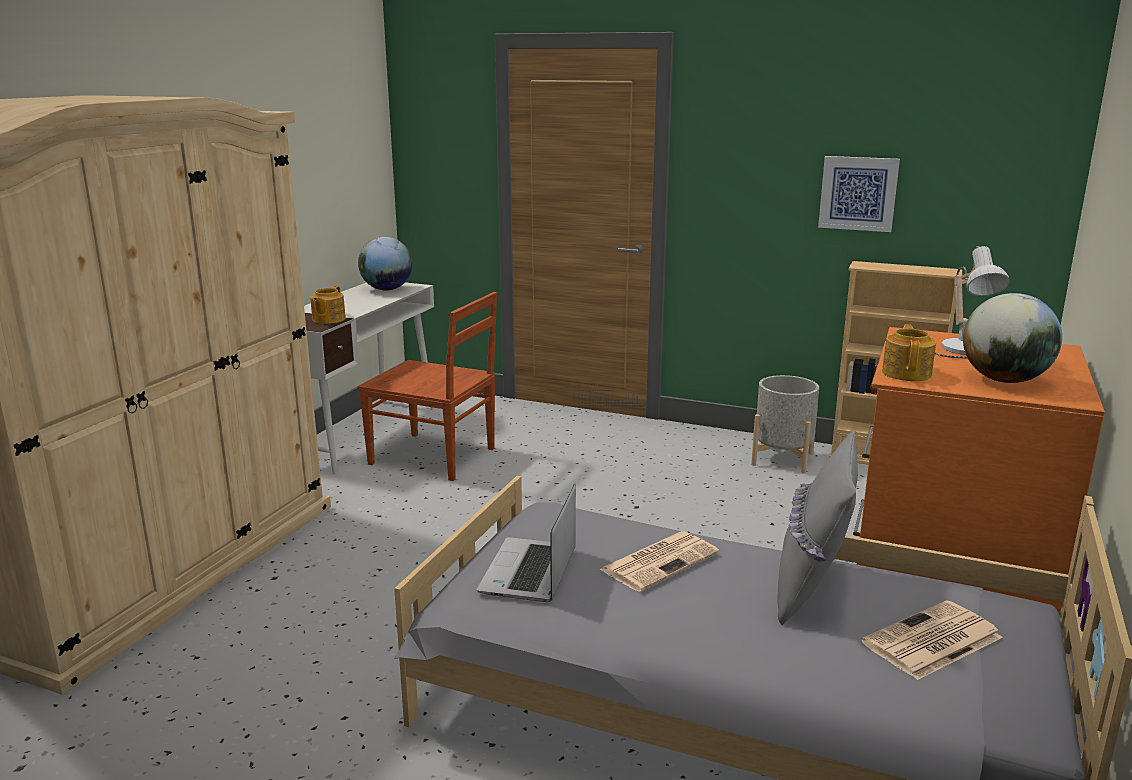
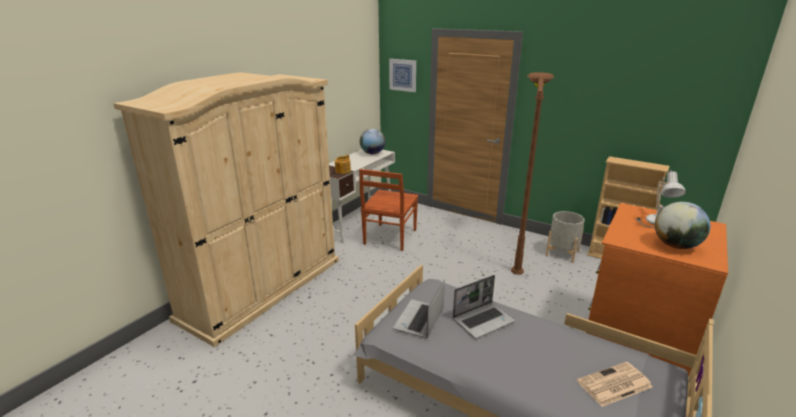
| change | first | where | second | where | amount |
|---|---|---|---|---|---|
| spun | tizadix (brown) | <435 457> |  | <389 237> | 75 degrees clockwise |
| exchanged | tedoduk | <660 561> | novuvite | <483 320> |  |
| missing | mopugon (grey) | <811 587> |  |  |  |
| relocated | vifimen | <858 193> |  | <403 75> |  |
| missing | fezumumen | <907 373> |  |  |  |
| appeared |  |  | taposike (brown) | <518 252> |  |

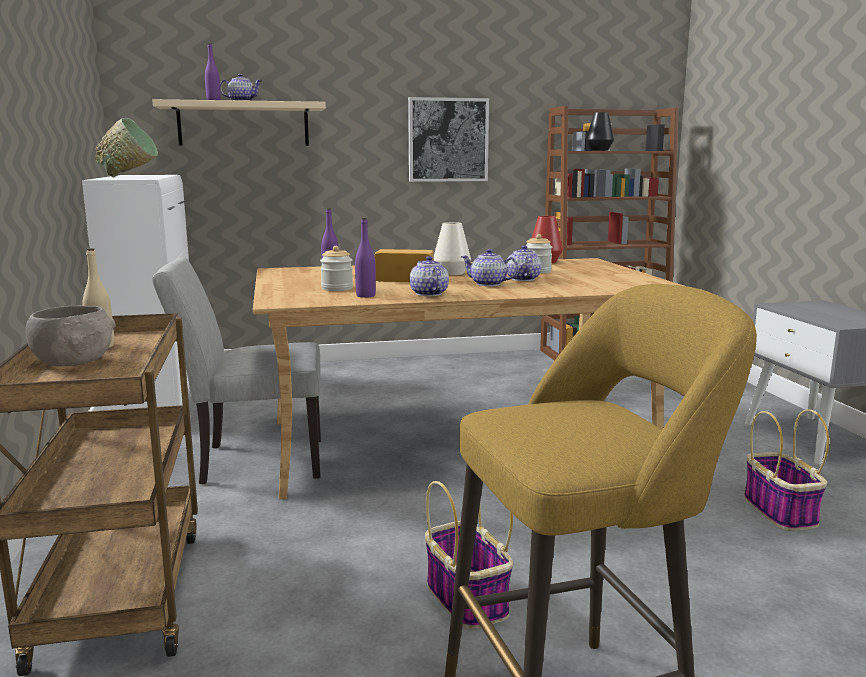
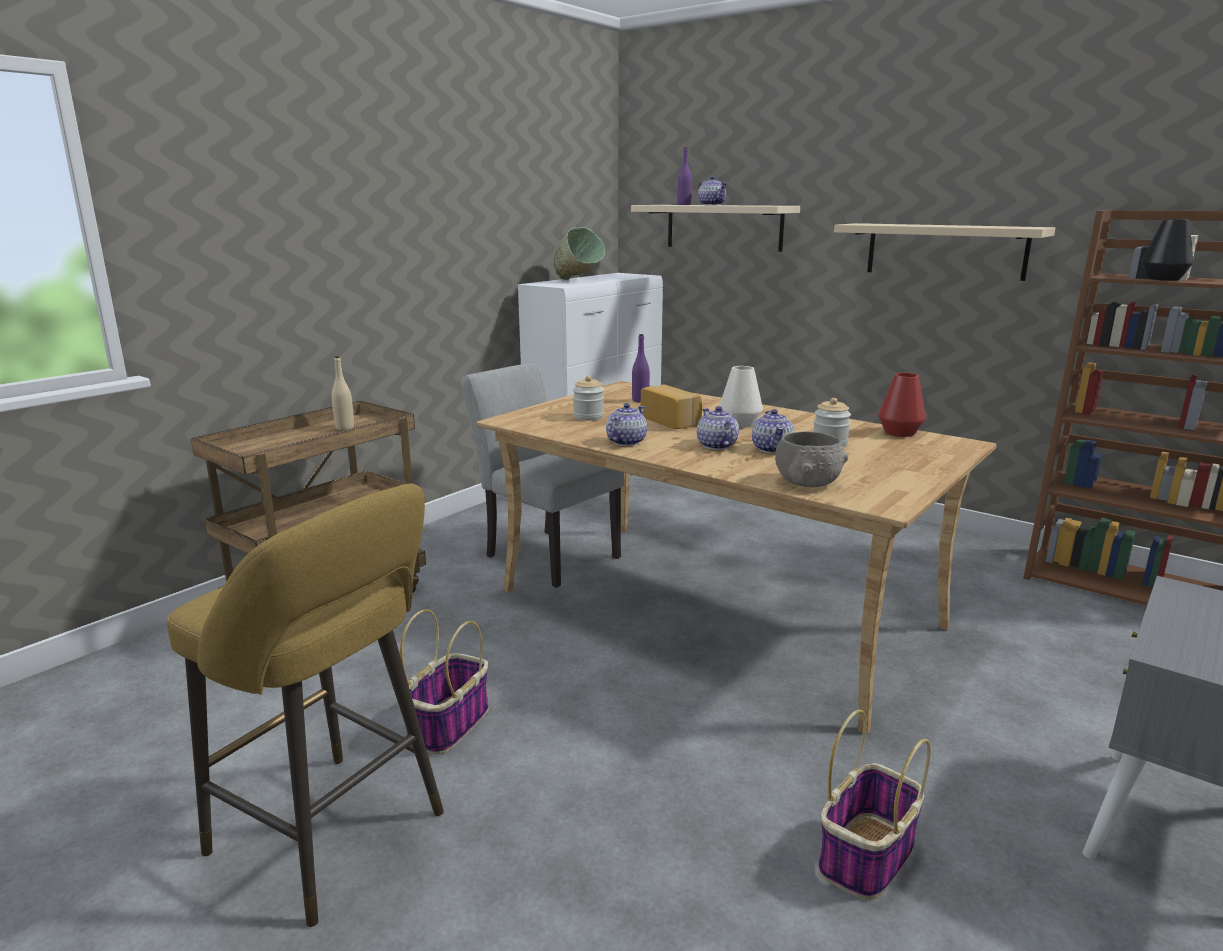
| change | first | where | second | where | amount |
|---|---|---|---|---|---|
| relocated | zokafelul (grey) | <74 362> |  | <808 482> |  |
| missing | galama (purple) | <365 296> |  |  |  |
| exchanged | vifimen | <448 140> | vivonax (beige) | <945 250> |  |
| spun | fezumumen | <522 279> |  | <772 449> | 135 degrees clockwise |

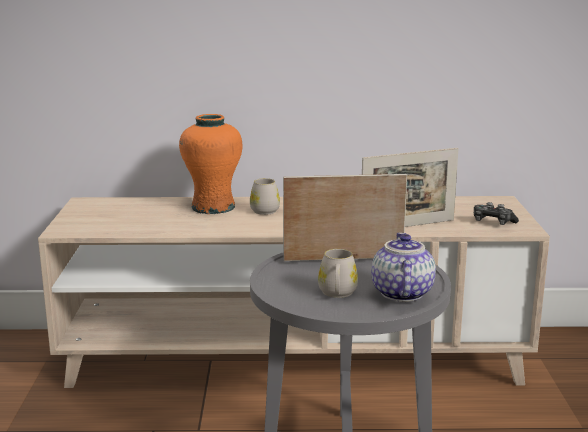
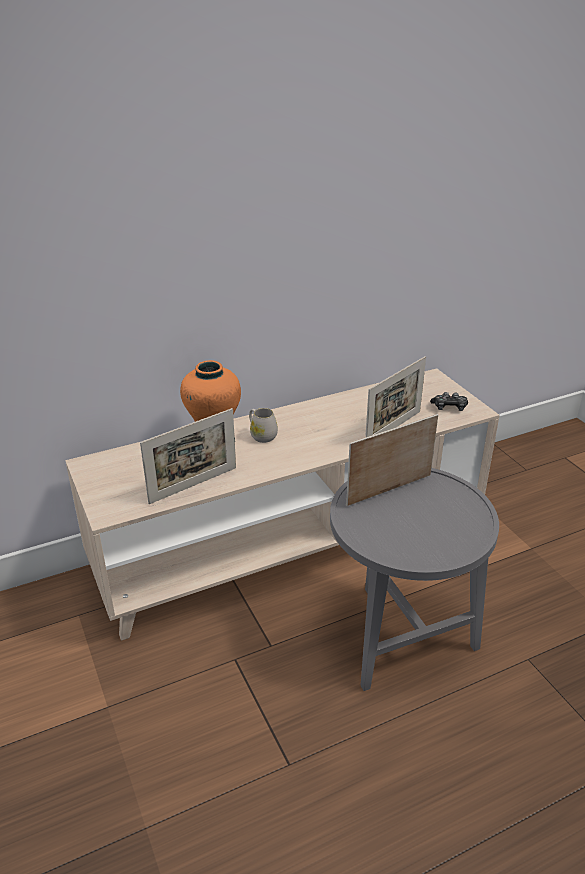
| change | first | where | second | where | amount |
|---|---|---|---|---|---|
| missing | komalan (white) | <337 294> |  |  |  |
| missing | fezumumen | <400 293> |  |  |  |
| appeared |  |  | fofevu | <193 485> |  |

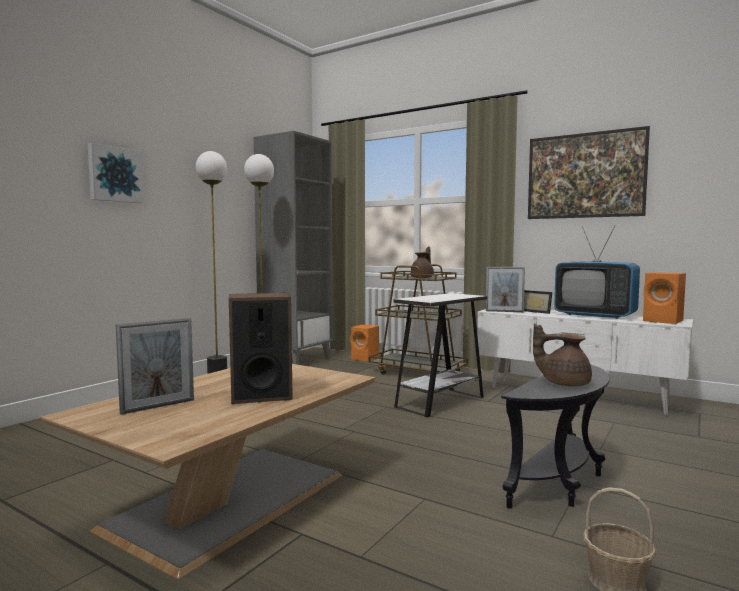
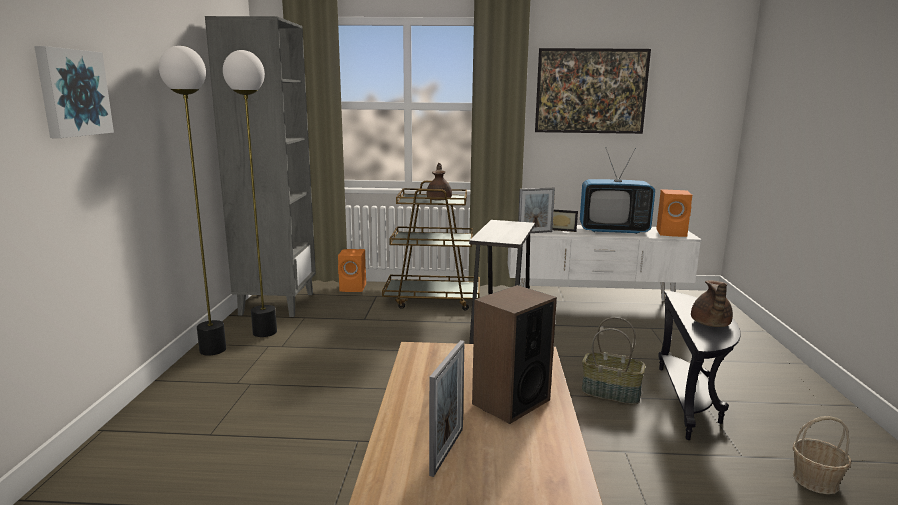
| change | first | where | second | where | amount |
|---|---|---|---|---|---|
| spun | fezumumen (brown) | <563 383> |  | <710 324> | 60 degrees counterclockwise |
| appeared |  |  | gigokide | <611 393> |  |

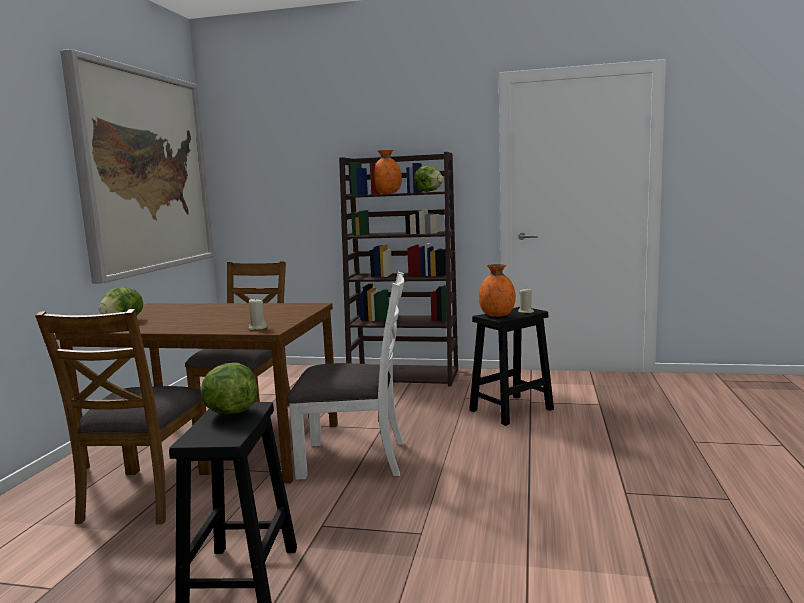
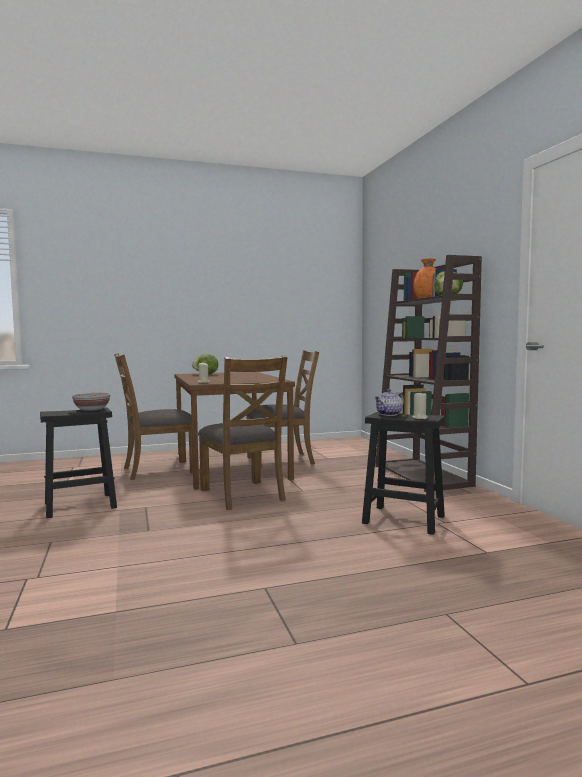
| change | first | where | second | where | amount |
|---|---|---|---|---|---|
| missing | vifimen | <145 172> |  |  |  |
| exchanged | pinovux | <230 412> | zokafelul | <91 409> |  |
| colour | tizadix (white) | <354 458> | tizadix (brown) | <243 495> |  |
| exchanged | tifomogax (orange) | <497 315> | fezumumen | <389 414> |  |

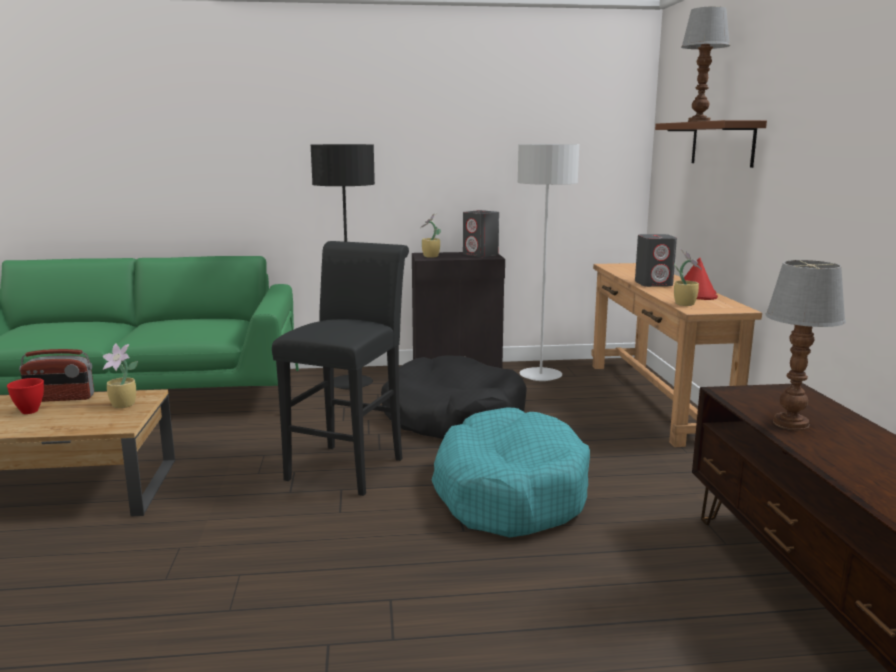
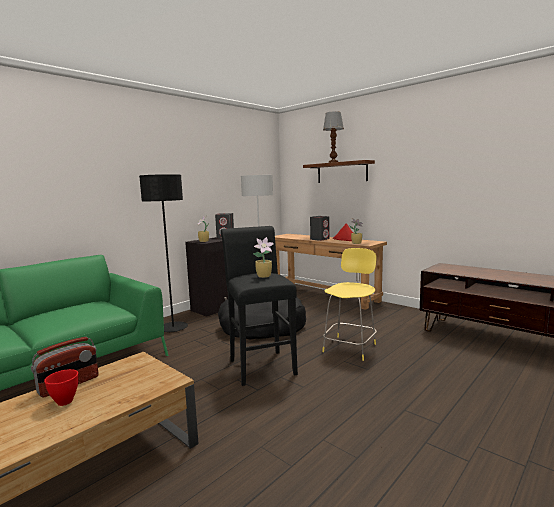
| change | first | where | second | where | amount |
|---|---|---|---|---|---|
| relocated | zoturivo | <124 405> |  | <264 276> |  |
| exchanged | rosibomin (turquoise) | <509 492> | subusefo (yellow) | <350 347> |  |
| missing | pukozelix | <791 423> |  |  |  |

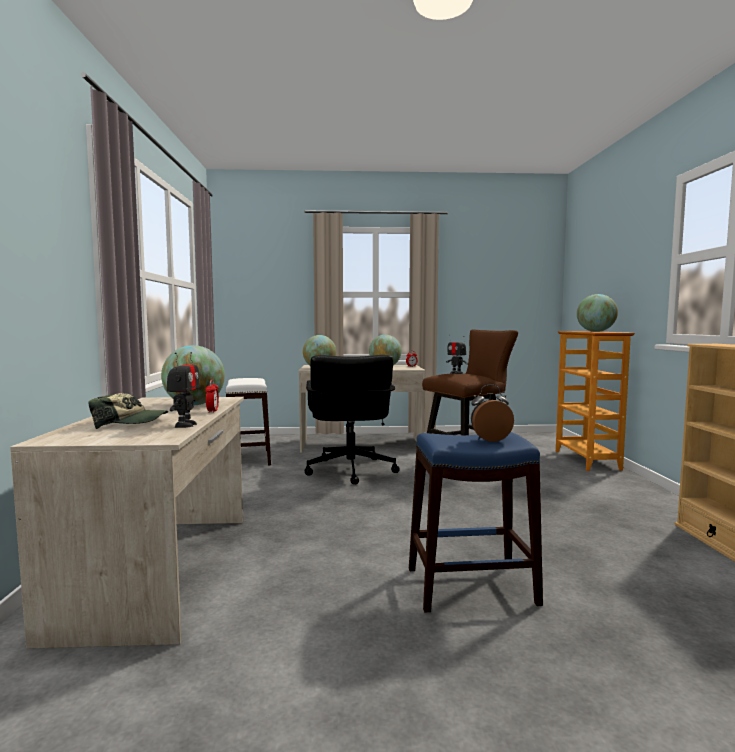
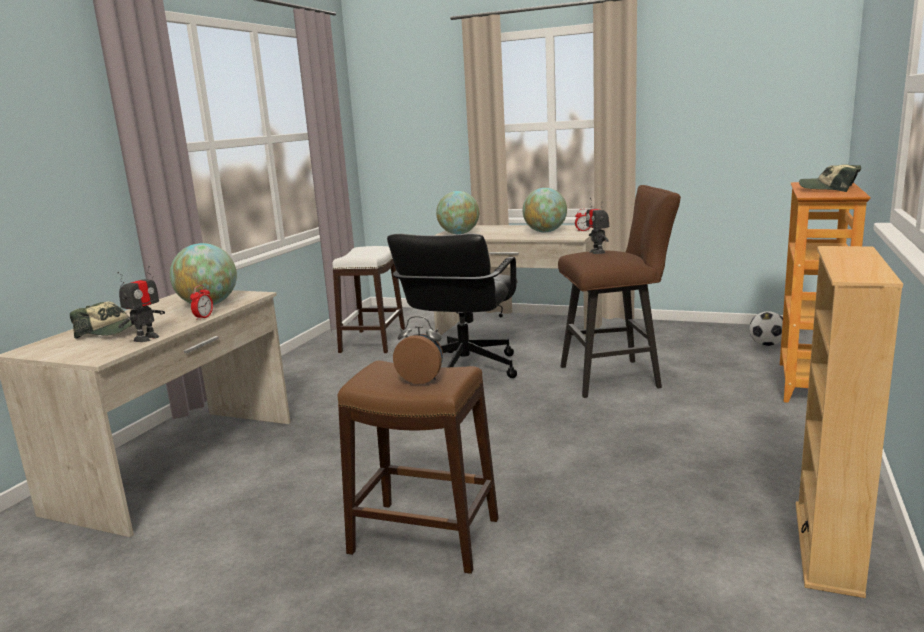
| change | first | where | second | where | amount |
|---|---|---|---|---|---|
| colour | subusefo (blue) | <471 586> | subusefo (brown) | <424 536> |  |
| exchanged | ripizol | <596 331> | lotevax | <829 189> |  |
| appeared |  |  | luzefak | <766 344> |  |

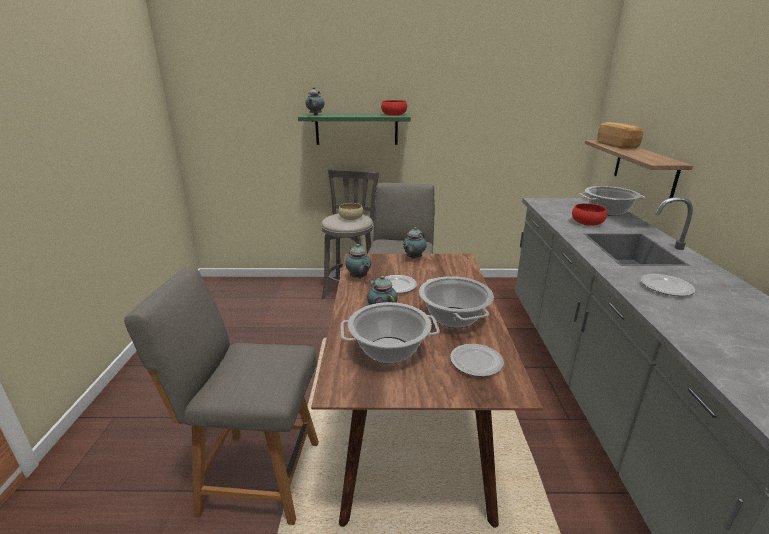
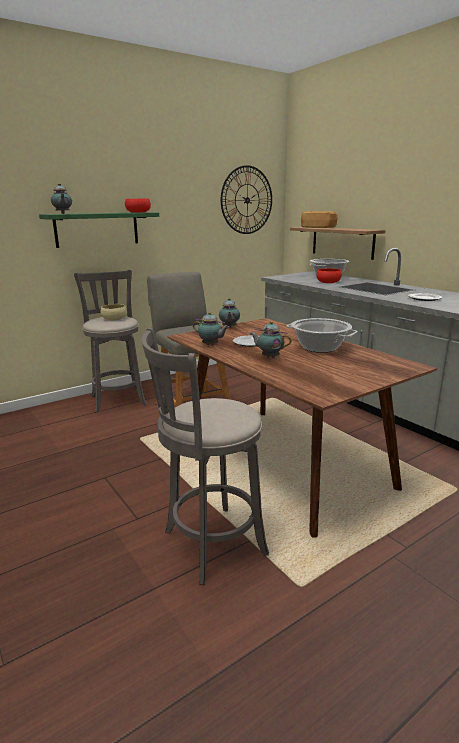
| change | first | where | second | where | amount |
|---|---|---|---|---|---|
| exchanged | tizadix (grey) | <256 475> | subusefo (grey) | <209 545> |  |
| missing | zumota | <389 350> |  |  |  |
| missing | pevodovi | <475 362> |  |  |  |
| appeared |  |  | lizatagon | <247 200> |  |

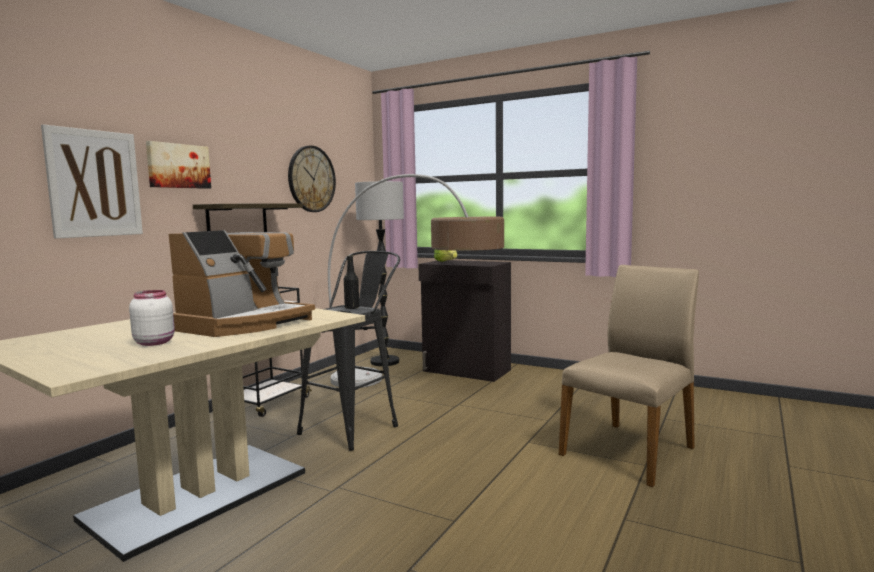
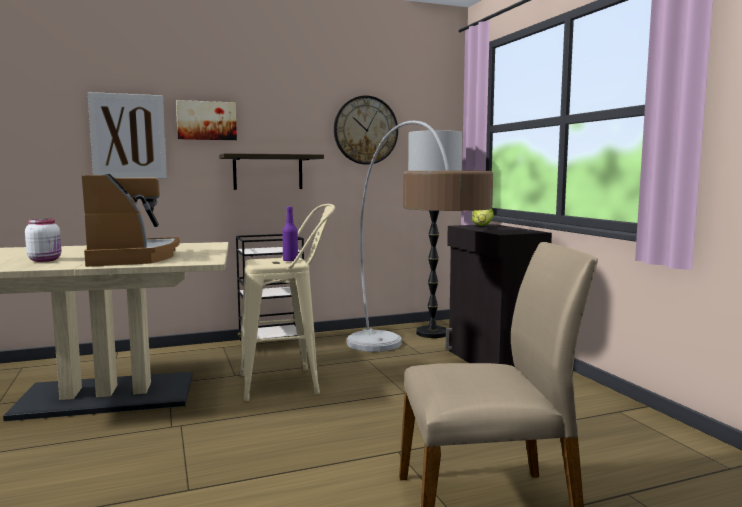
| change | first | where | second | where | amount |
|---|---|---|---|---|---|
| spun | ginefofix | <244 324> |  | <133 257> | 90 degrees counterclockwise |
| colour | subusefo (black) | <356 427> | subusefo (beige) | <289 383> |  |
| colour | galama (black) | <352 308> | galama (purple) | <290 260> |  |

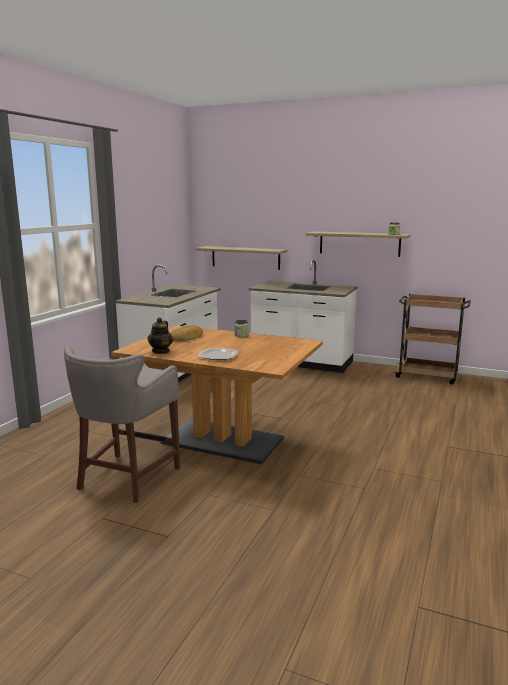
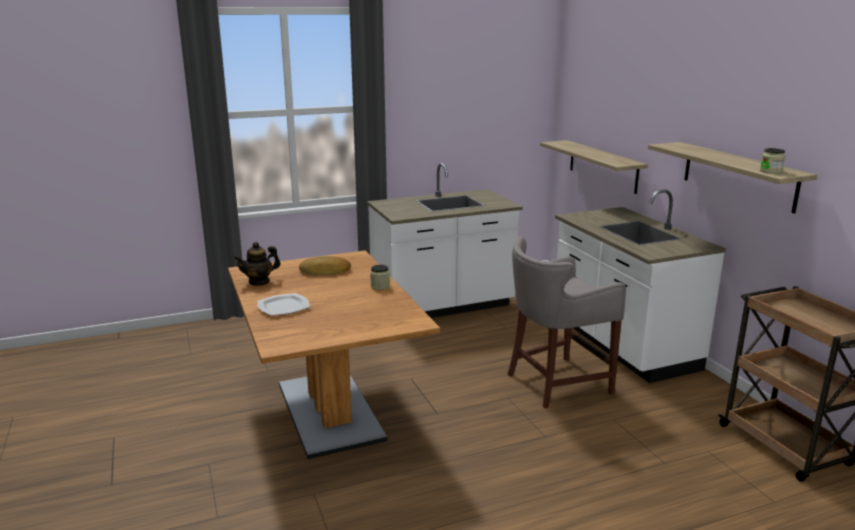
| change | first | where | second | where | amount |
|---|---|---|---|---|---|
| relocated | subusefo (grey) | <126 479> |  | <555 383> |  |

